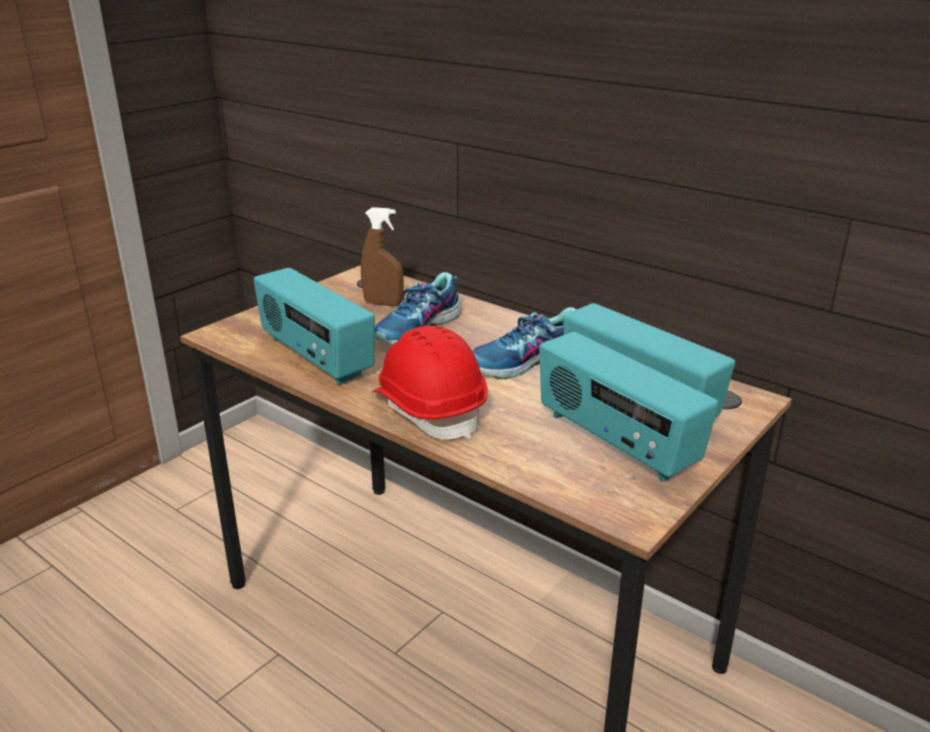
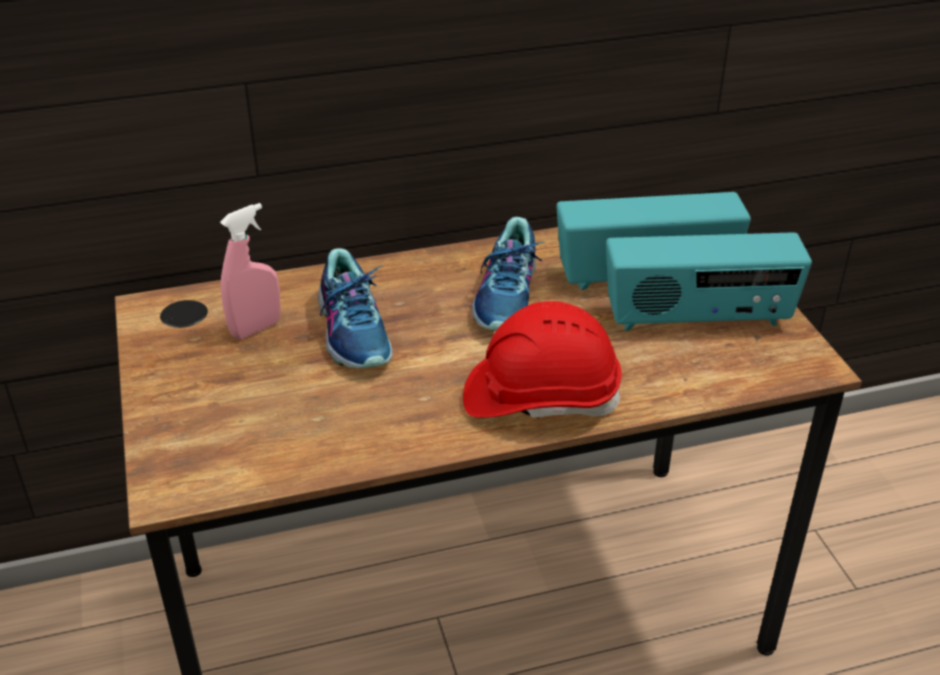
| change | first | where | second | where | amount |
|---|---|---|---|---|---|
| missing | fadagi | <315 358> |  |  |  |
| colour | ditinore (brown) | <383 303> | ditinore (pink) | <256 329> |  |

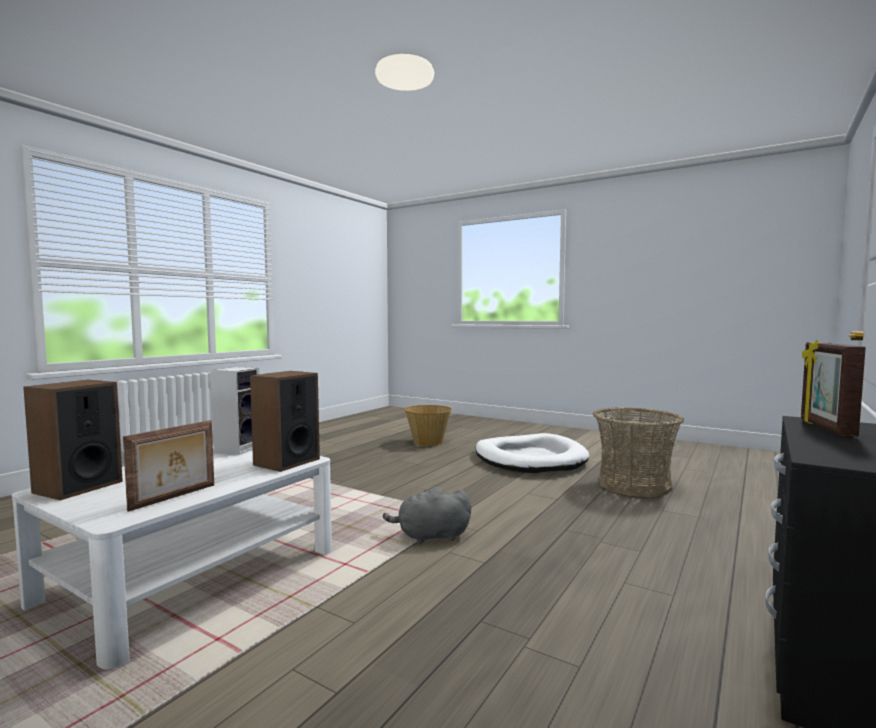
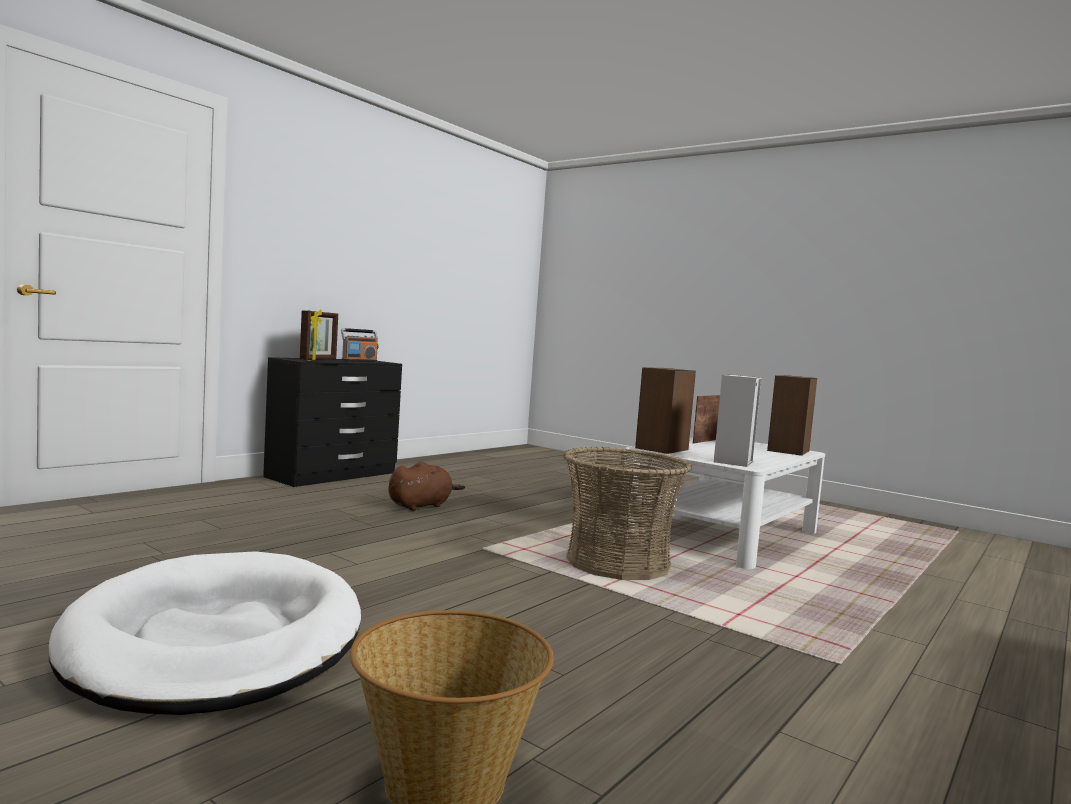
| change | first | where | second | where | amount |
|---|---|---|---|---|---|
| missing | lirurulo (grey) | <430 536> |  |  |  |
| relocated | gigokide | <634 485> |  | <617 564> |  |
| appeared |  |  | fadagi | <359 361> |  |
| appeared |  |  | lirurulo (brown) | <421 505> |  |

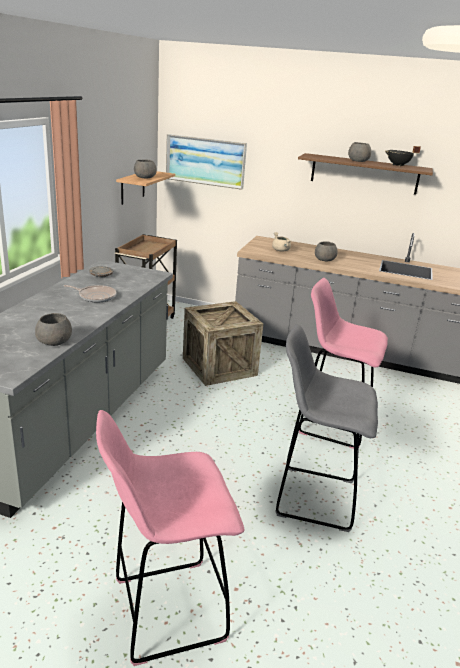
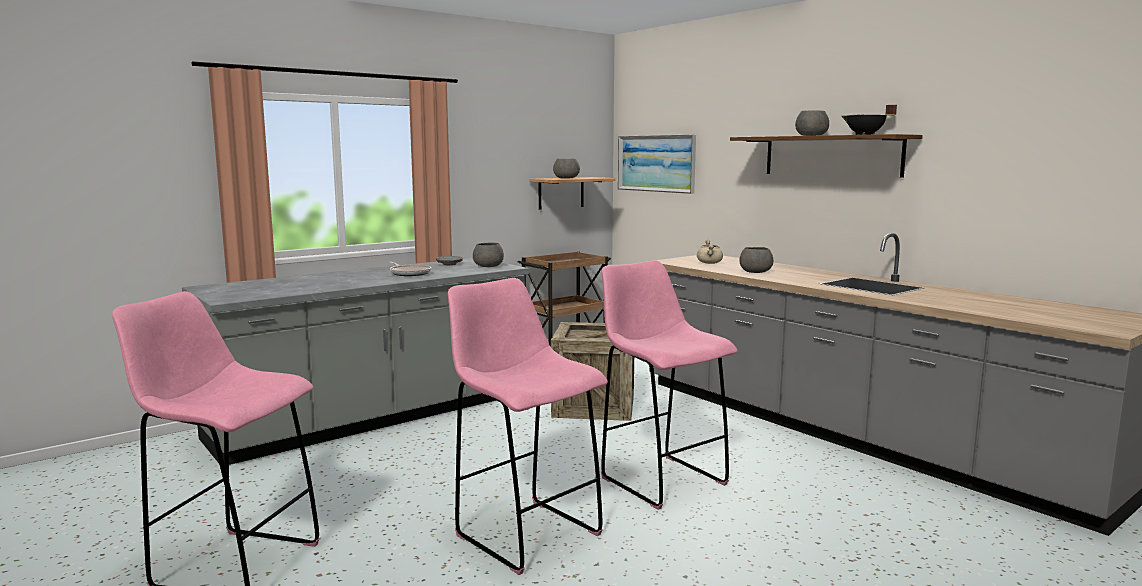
| change | first | where | second | where | amount |
|---|---|---|---|---|---|
| relocated | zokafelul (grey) | <55 341> |  | <489 266> |  |
| colour | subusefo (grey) | <312 496> | subusefo (pink) | <525 533> |  |

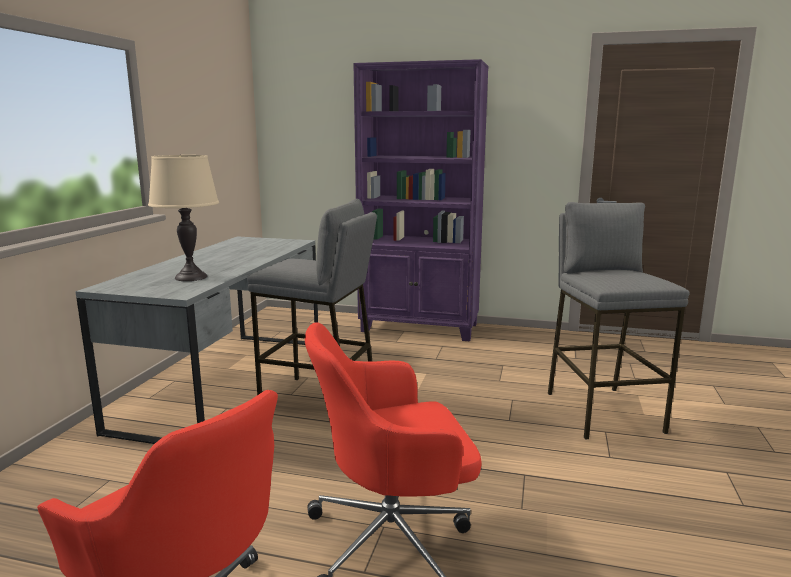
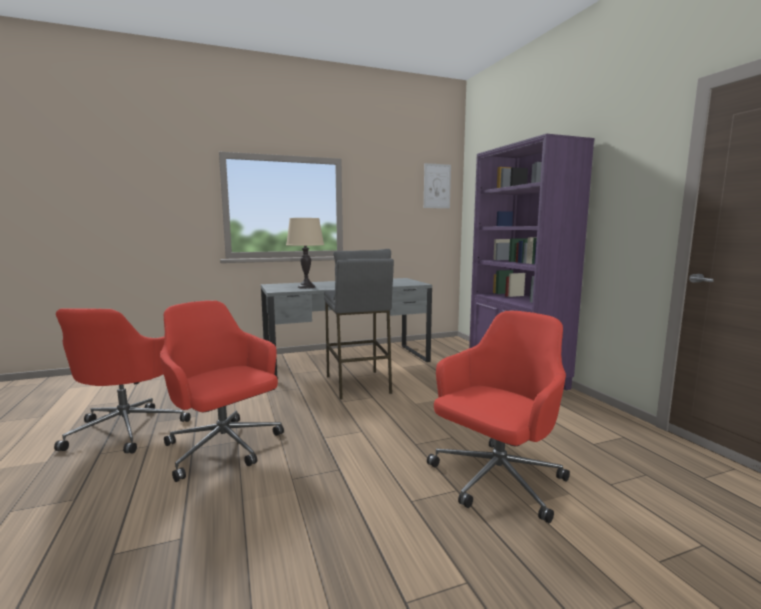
| change | first | where | second | where | amount |
|---|---|---|---|---|---|
| exchanged | subusefo (grey) | <602 411> | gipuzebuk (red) | <496 481> |  |
| appeared |  |  | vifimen | <437 186> |  |

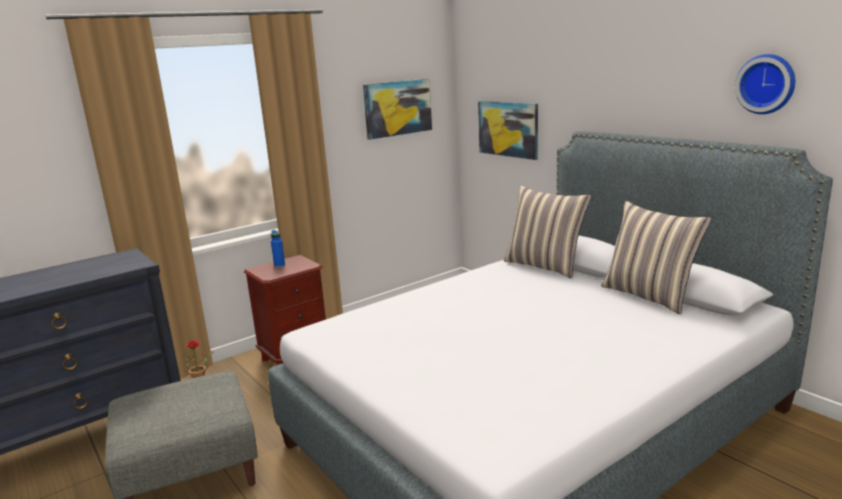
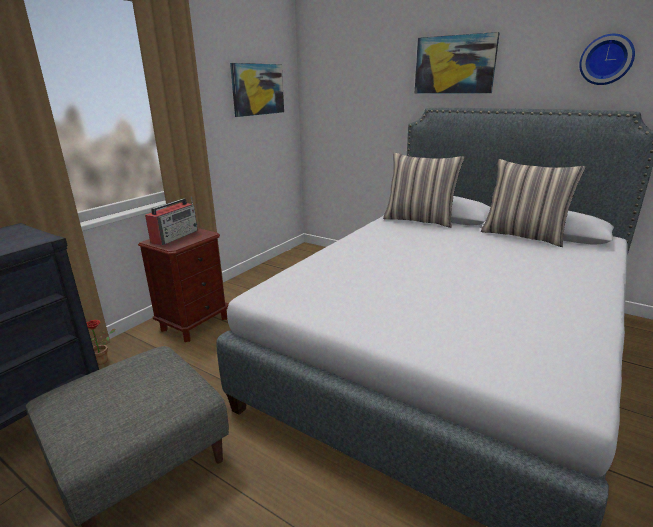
| change | first | where | second | where | amount |
|---|---|---|---|---|---|
| exchanged | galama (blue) | <279 265> | fadagi | <175 236> |  |
| relocated | vifimen | <508 129> |  | <454 65> |  |

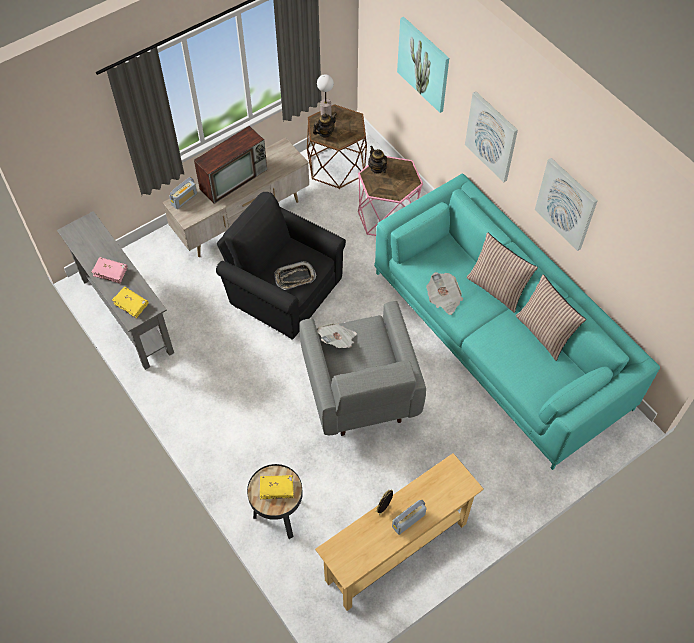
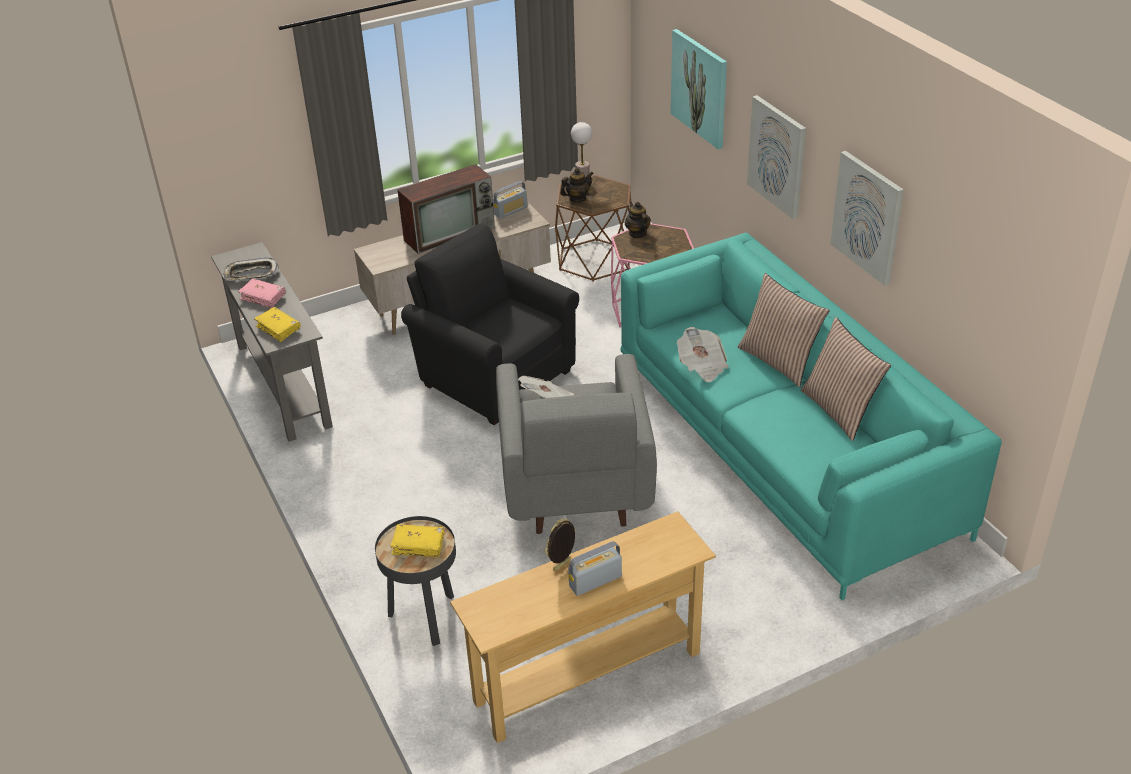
| change | first | where | second | where | amount |
|---|---|---|---|---|---|
| relocated | fadagi | <184 199> |  | <510 211> |  |
| relocated | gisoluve | <295 278> |  | <251 274> |  |

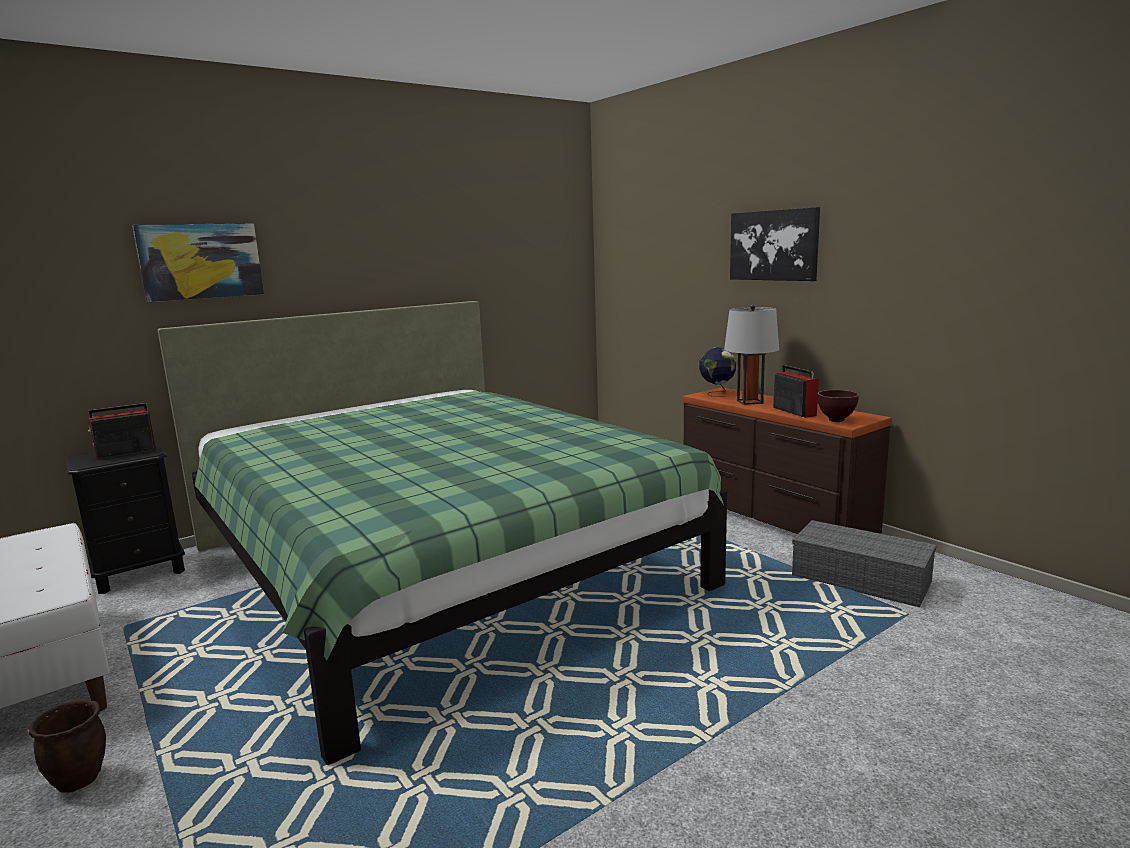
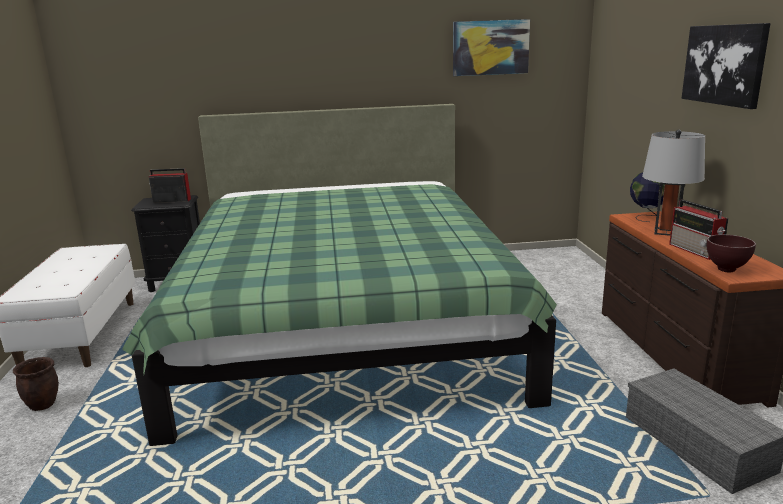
| change | first | where | second | where | amount |
|---|---|---|---|---|---|
| relocated | vifimen | <201 261> |  | <490 47> |  |
| spun | fadagi | <793 411> |  | <695 251> | 150 degrees clockwise |

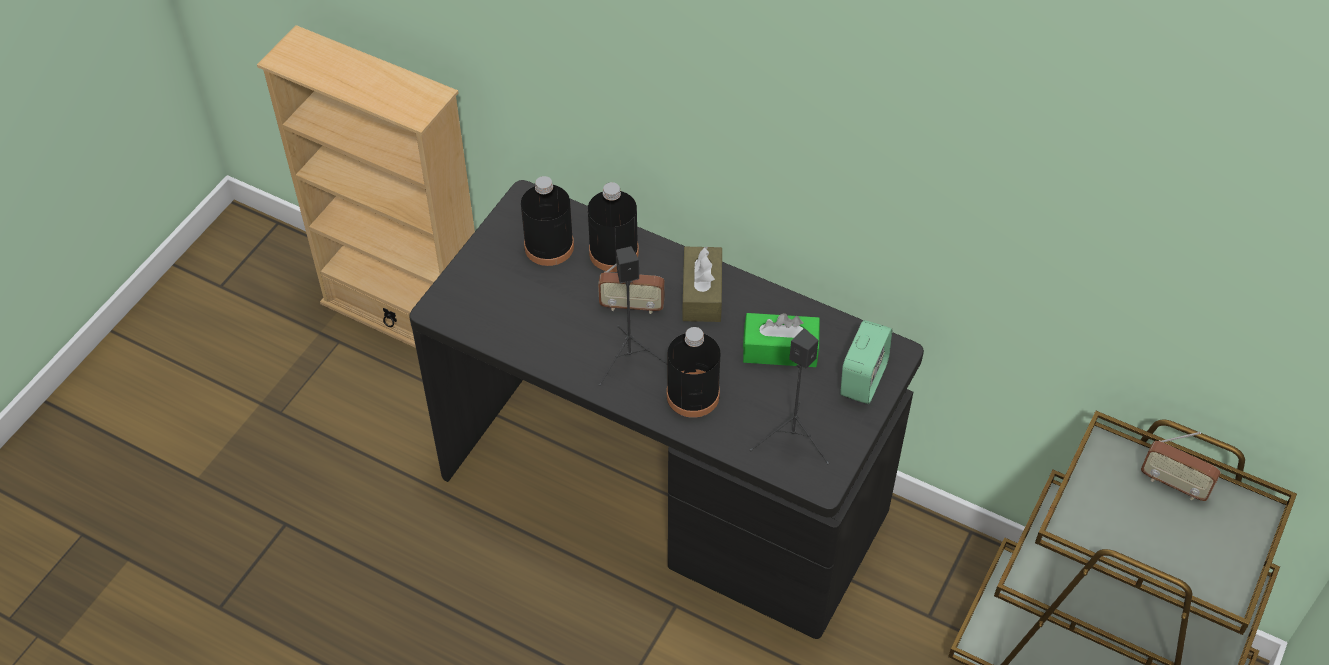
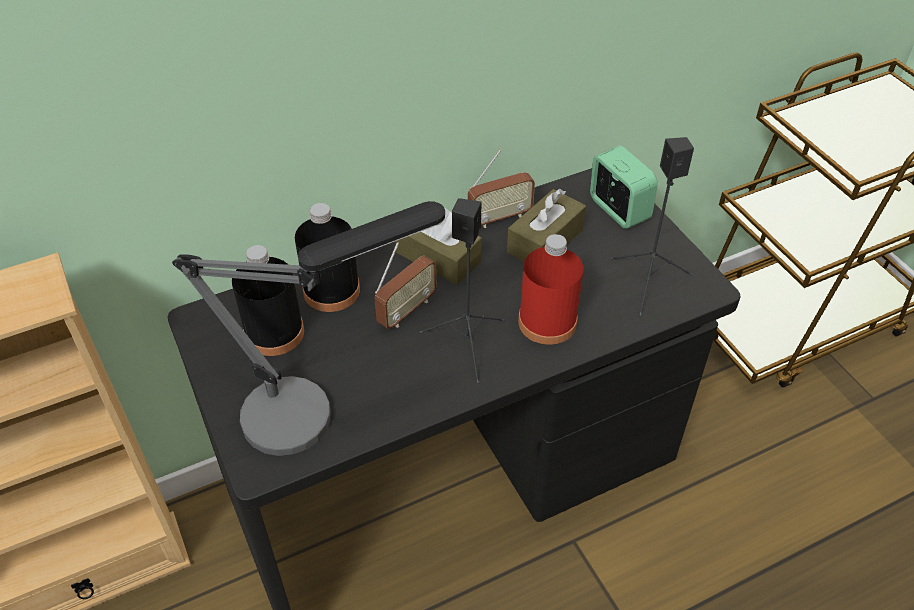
| change | first | where | second | where | amount |
|---|---|---|---|---|---|
| colour | galama (black) | <693 395> | galama (red) | <547 322> |  |
| colour | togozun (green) | <780 349> | togozun (brown) | <545 241> |  |
| relocated | fadagi | <1173 484> |  | <499 217> |  |
| appeared |  |  | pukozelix | <314 410> |  |

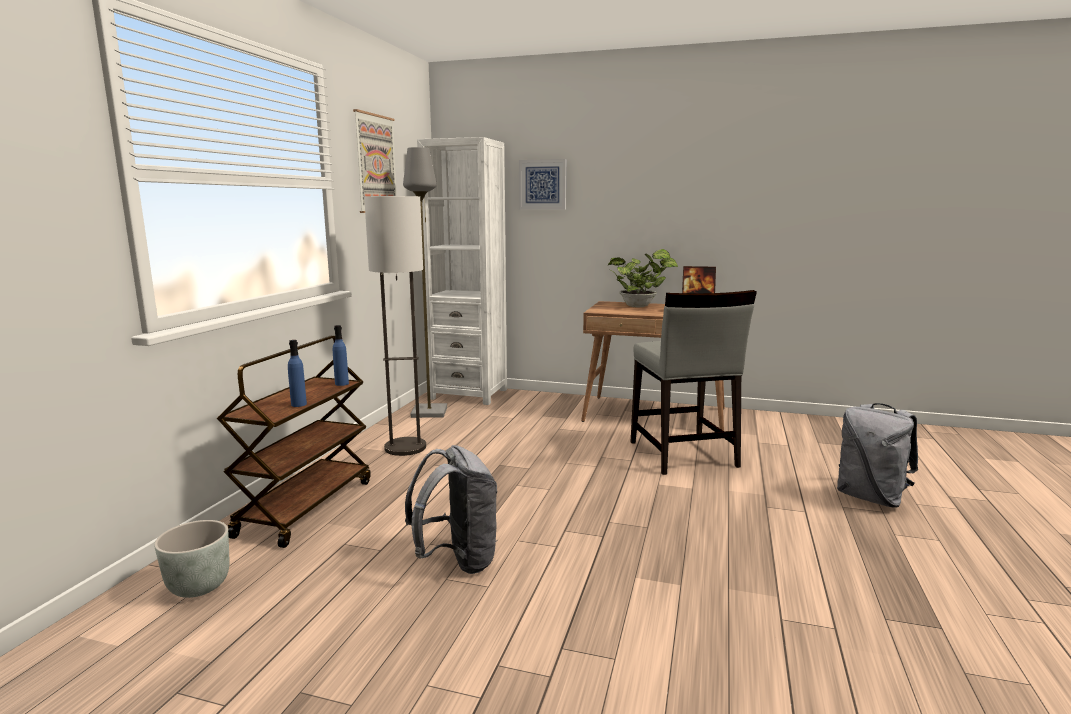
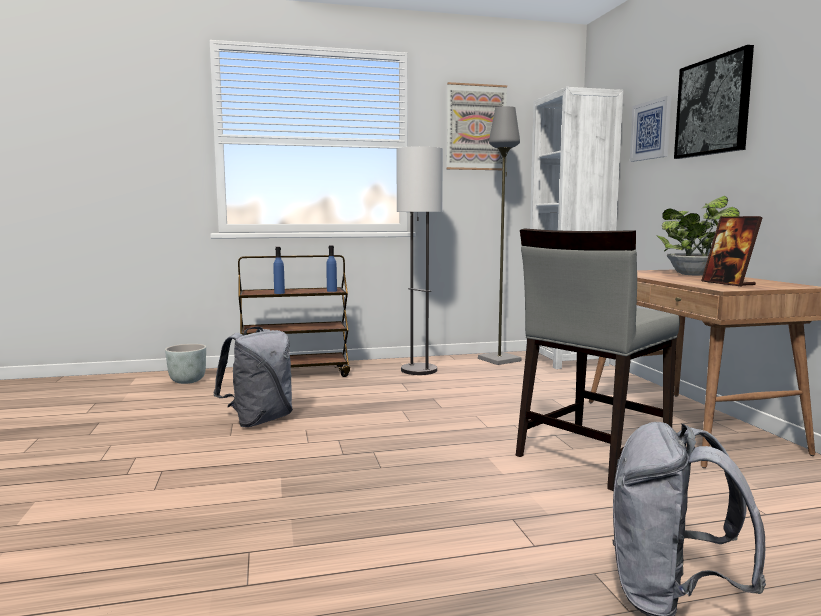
| change | first | where | second | where | amount |
|---|---|---|---|---|---|
| appeared |  |  | vifimen | <713 106> |  |

